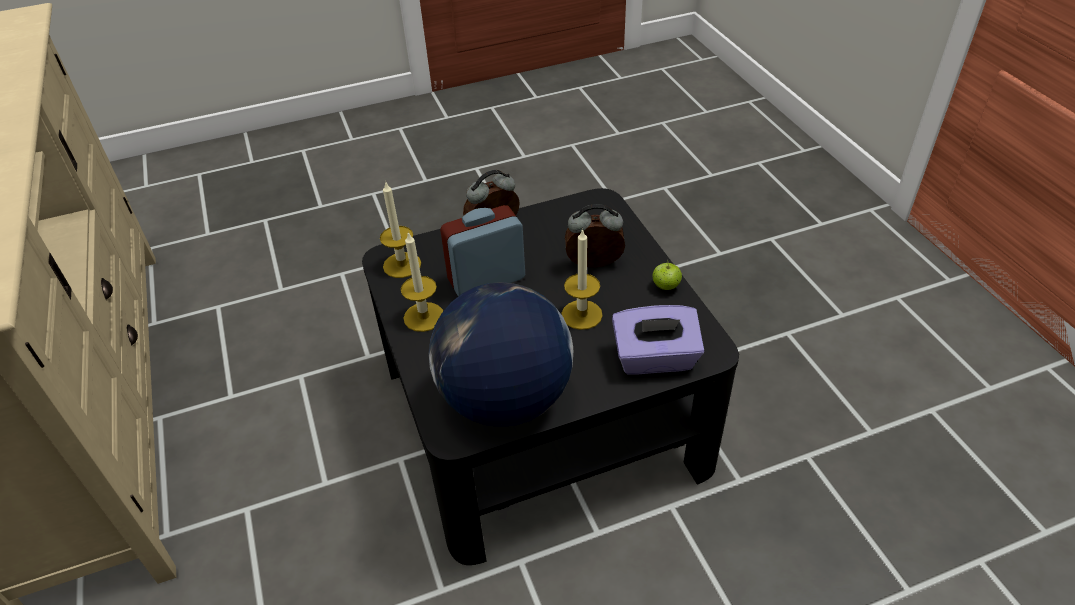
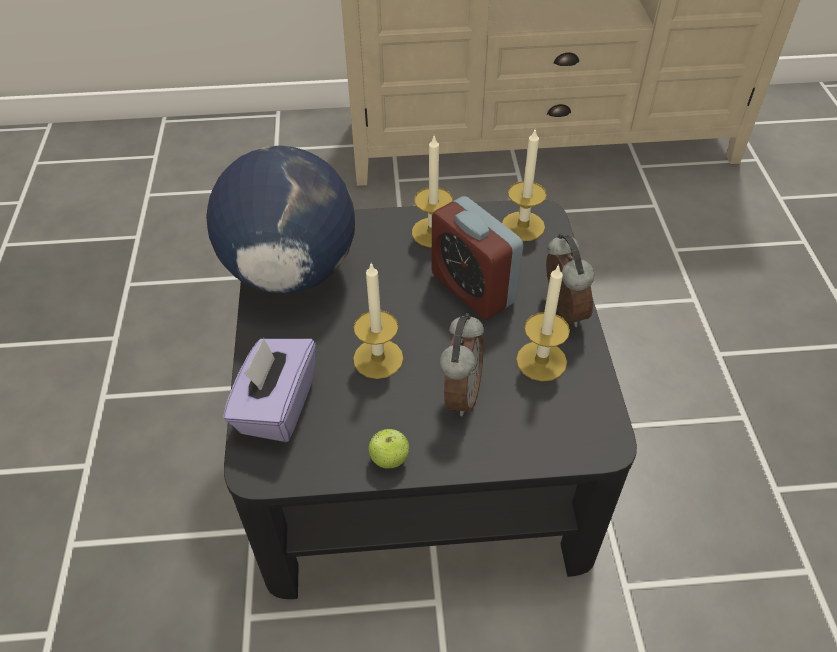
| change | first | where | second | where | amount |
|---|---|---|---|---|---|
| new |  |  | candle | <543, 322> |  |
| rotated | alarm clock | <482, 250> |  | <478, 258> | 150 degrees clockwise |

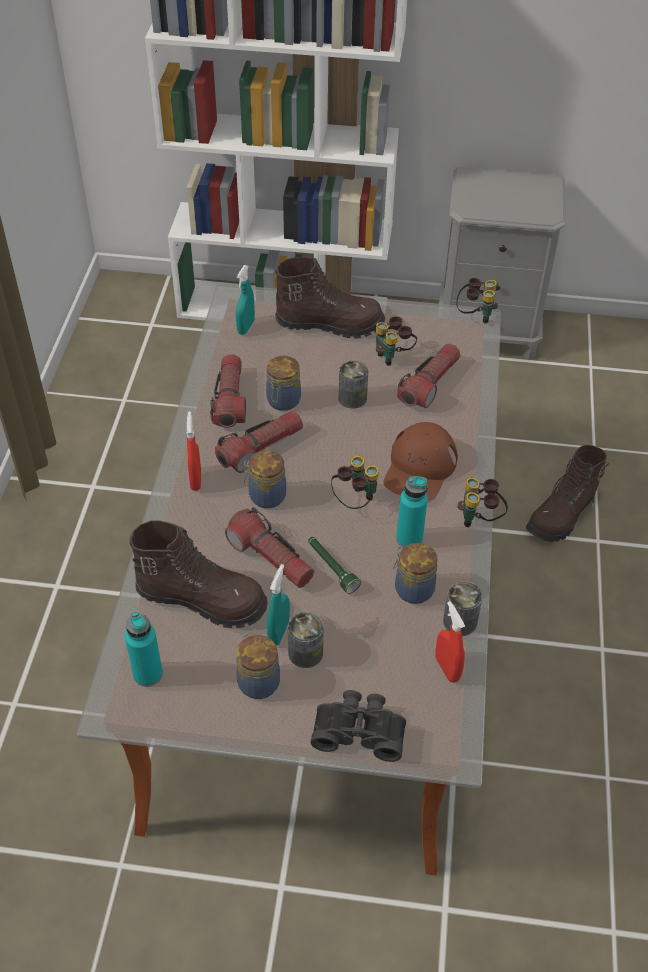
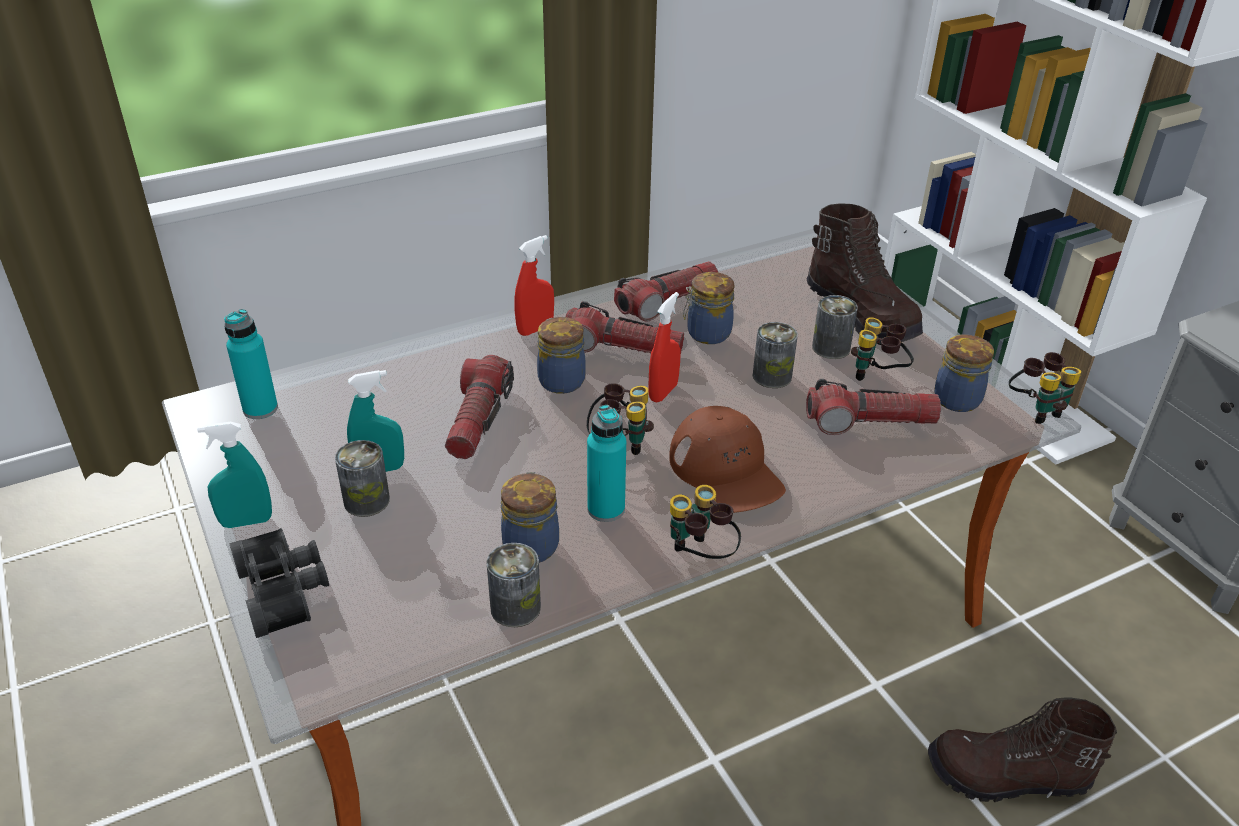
| change | first | where | second | where | amount |
|---|---|---|---|---|---|
| gone | brown boot | <198, 574> |  |  |  |
| gone | green flashlight | <334, 565> |  |  |  |
| new |  |  | can | <835, 327> |  |
| shifted | turquoise spray bottle | <245, 300> |  | <234, 475> |  |
| shifted | jar | <258, 666> |  | <964, 373> |  |
| shifted | red spray bottle | <450, 642> |  | <664, 347> |  |
| rotated | brown cap | <420, 461> |  | <727, 459> | 105 degrees counterclockwise |

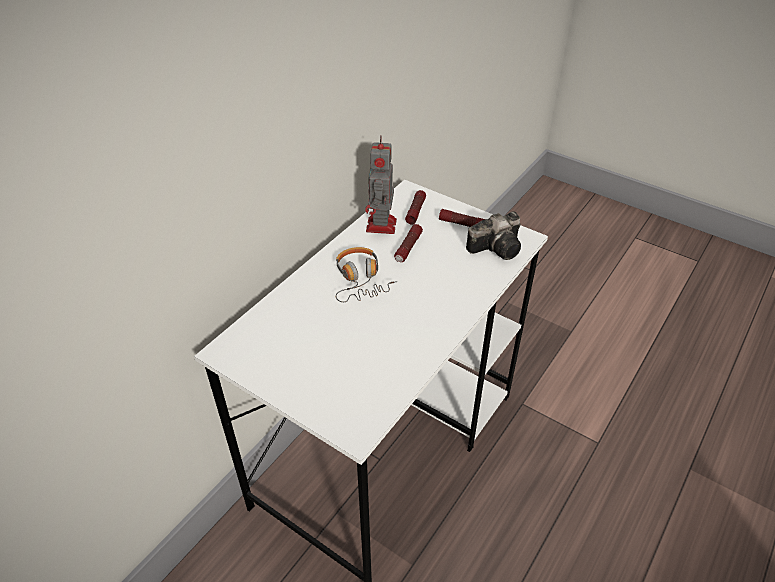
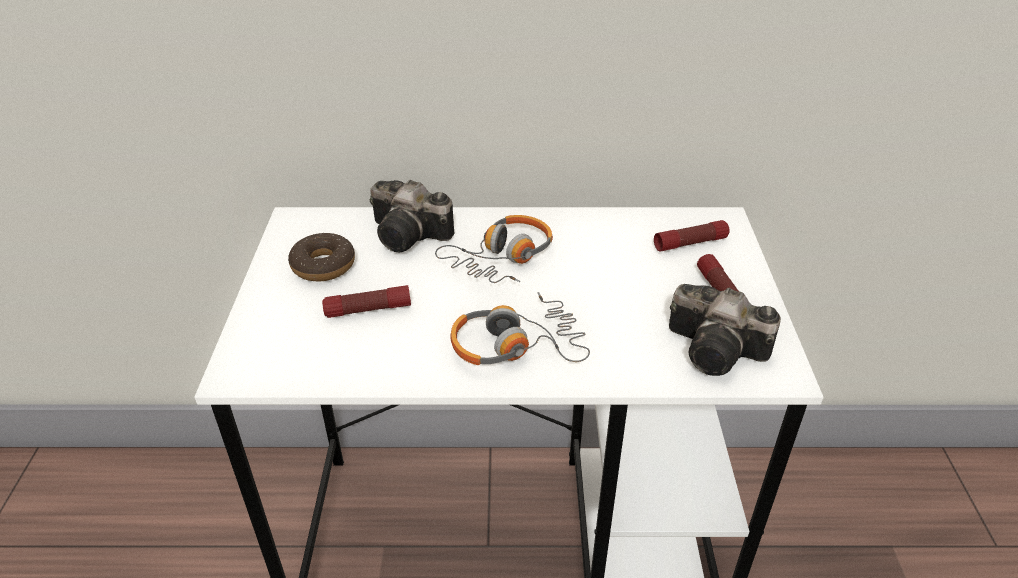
| change | first | where | second | where | amount |
|---|---|---|---|---|---|
| gone | toy robot | <381, 184> |  |  |  |
| new |  |  | donut | <321, 257> |  |
| new |  |  | photo camera | <412, 216> |  |
| new |  |  | headphones | <520, 328> |  |
| shifted | flashlight | <408, 243> |  | <366, 301> |  |

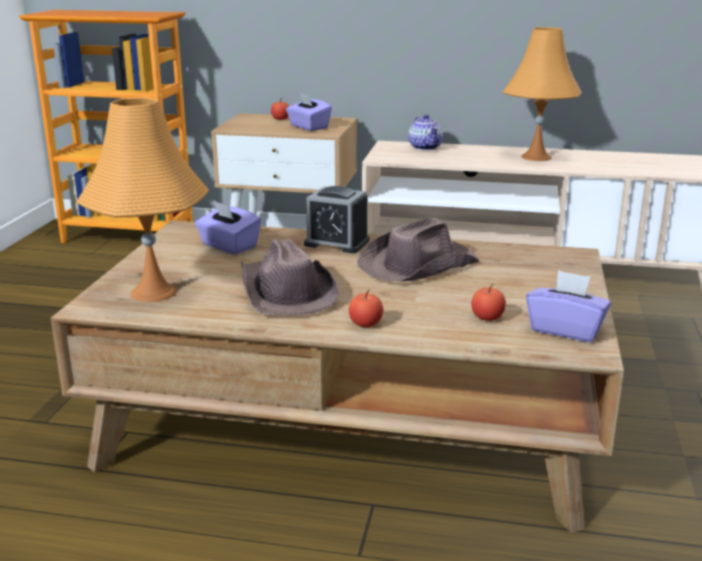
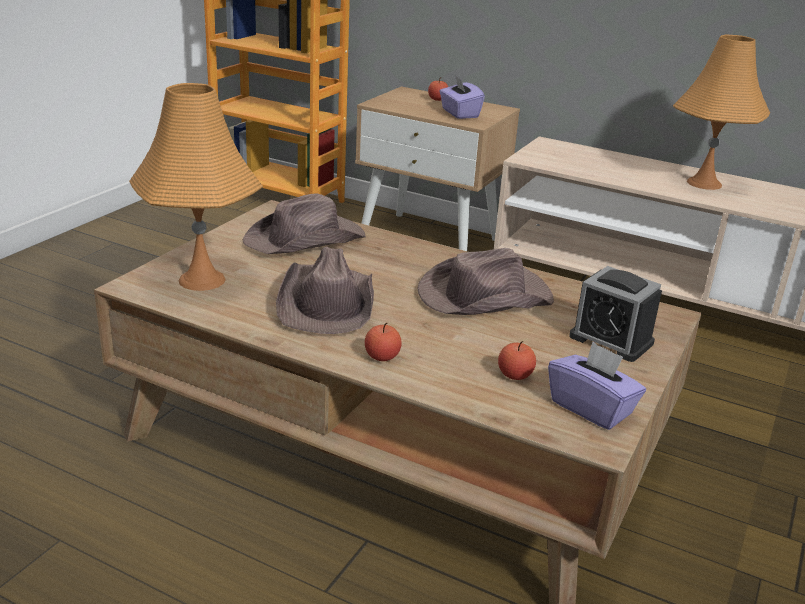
| change | first | where | second | where | amount |
|---|---|---|---|---|---|
| gone | teapot | <425, 132> |  |  |  |
| shifted | alarm clock | <337, 219> |  | <615, 314> |  |
| swapped | purple tissue box | <228, 227> | brown hat | <304, 224> |  |

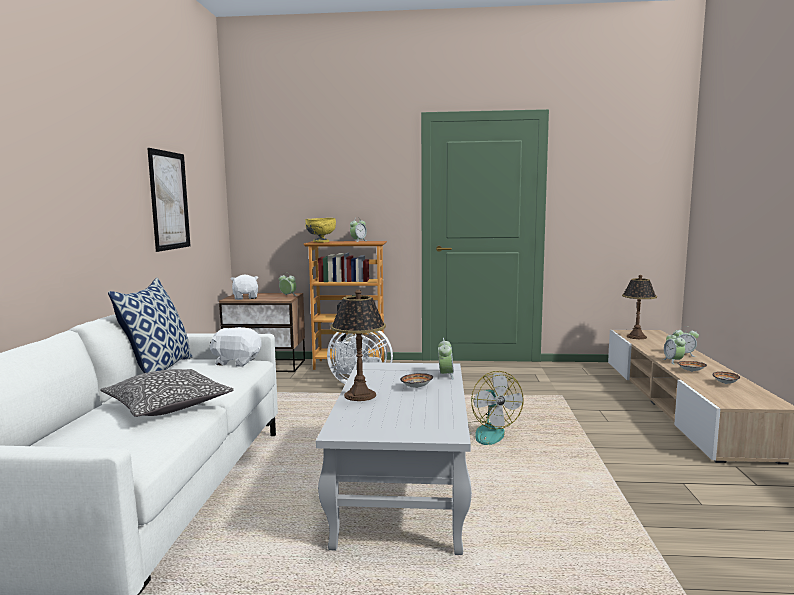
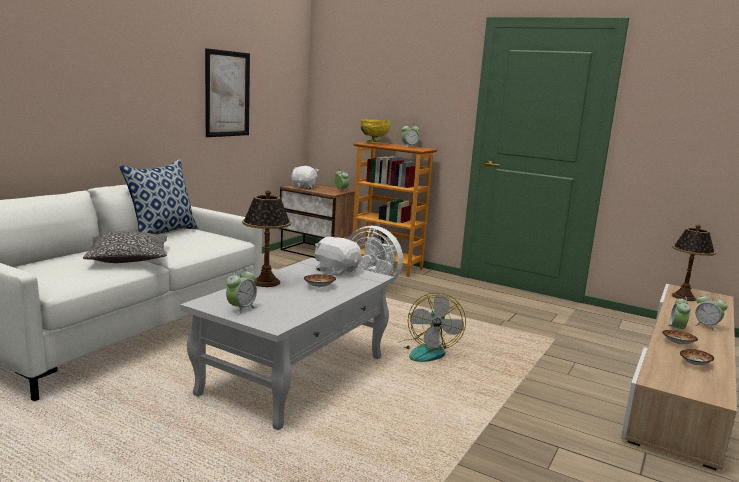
| change | first | where | second | where | amount |
|---|---|---|---|---|---|
| shifted | white plush toy | <236, 347> |  | <337, 256> |  |
| shifted | alarm clock | <446, 359> |  | <241, 291> |  |

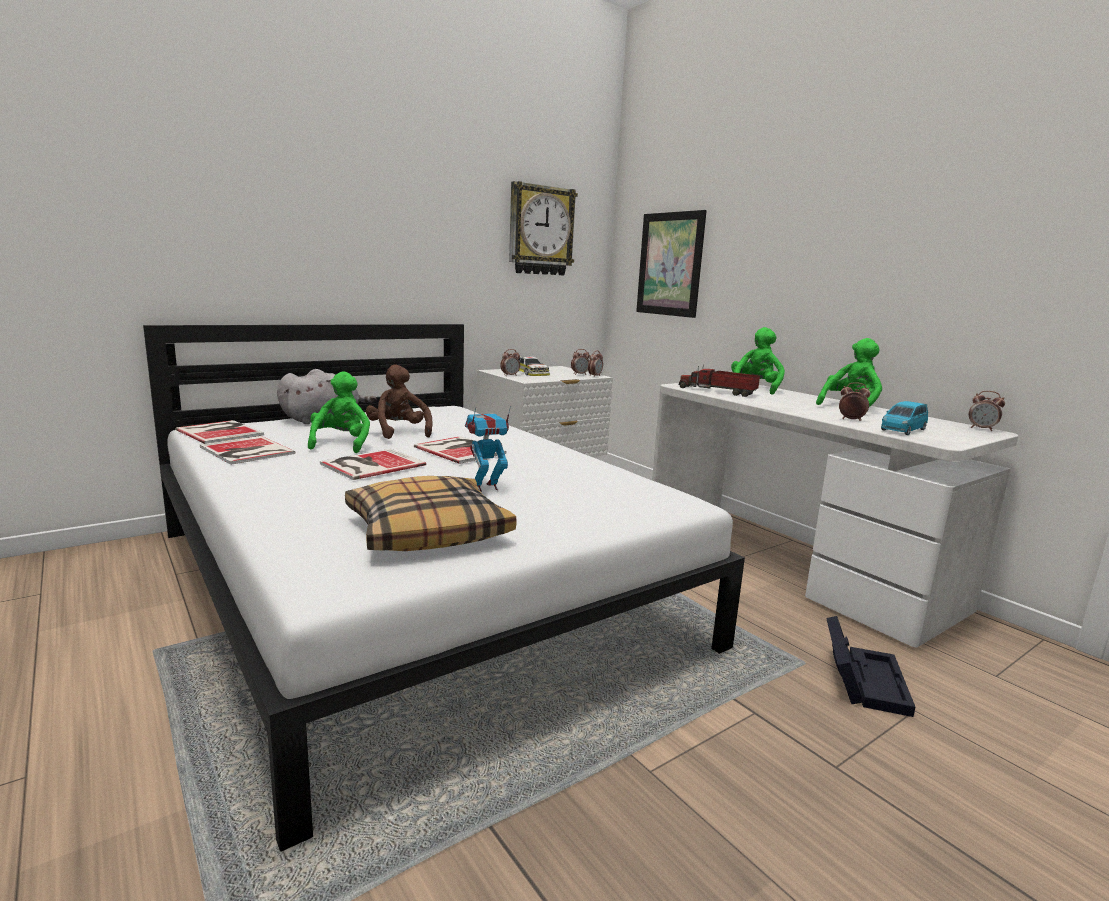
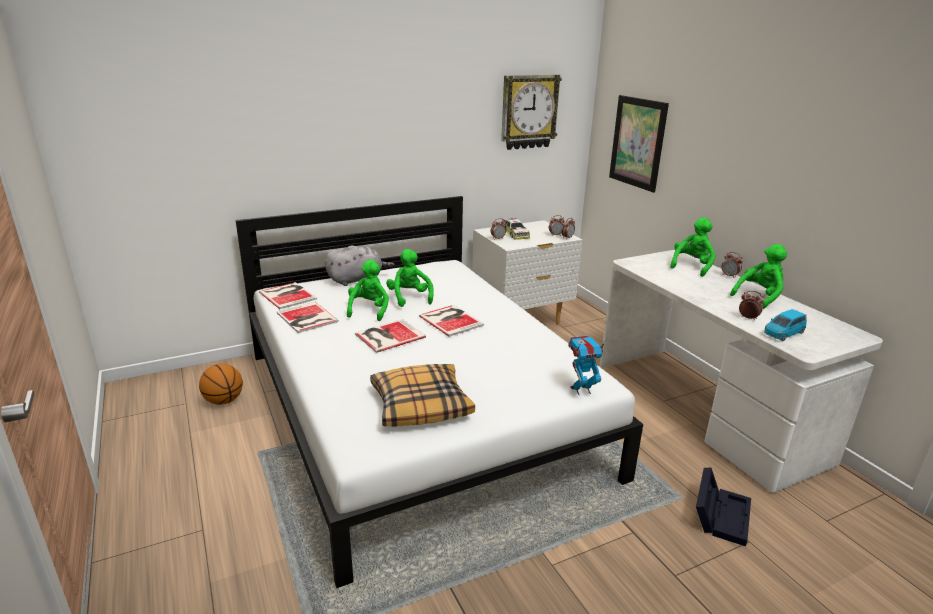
| change | first | where | second | where | amount |
|---|---|---|---|---|---|
| gone | toy truck | <719, 381> |  |  |  |
| new |  |  | basketball | <221, 384> |  |
| shifted | toy robot | <488, 449> |  | <587, 365> |  |
| shifted | alarm clock | <987, 411> |  | <732, 265> |  |
| repainted | brown plush toy | <399, 401> | green plush toy | <410, 278> |  |

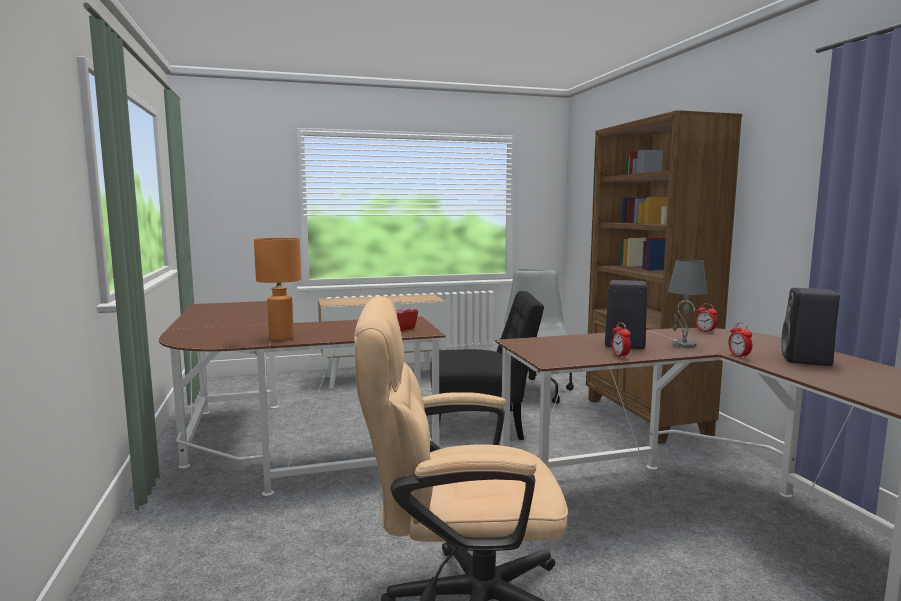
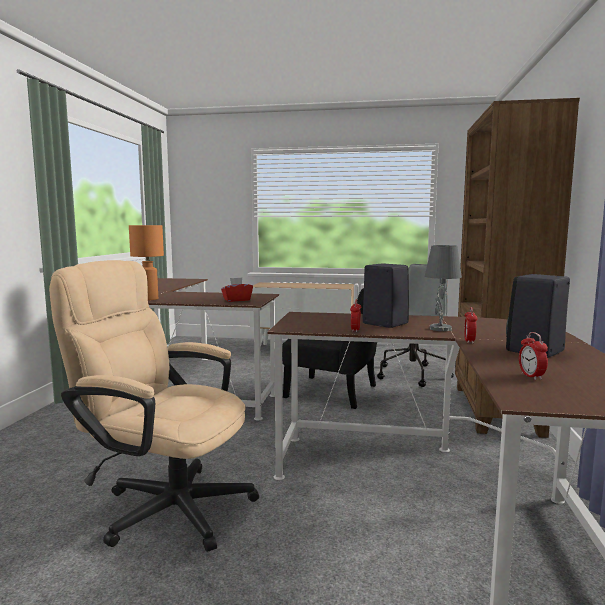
| change | first | where | second | where | amount |
|---|---|---|---|---|---|
| shifted | alarm clock | <706, 318> |  | <533, 356> |  |

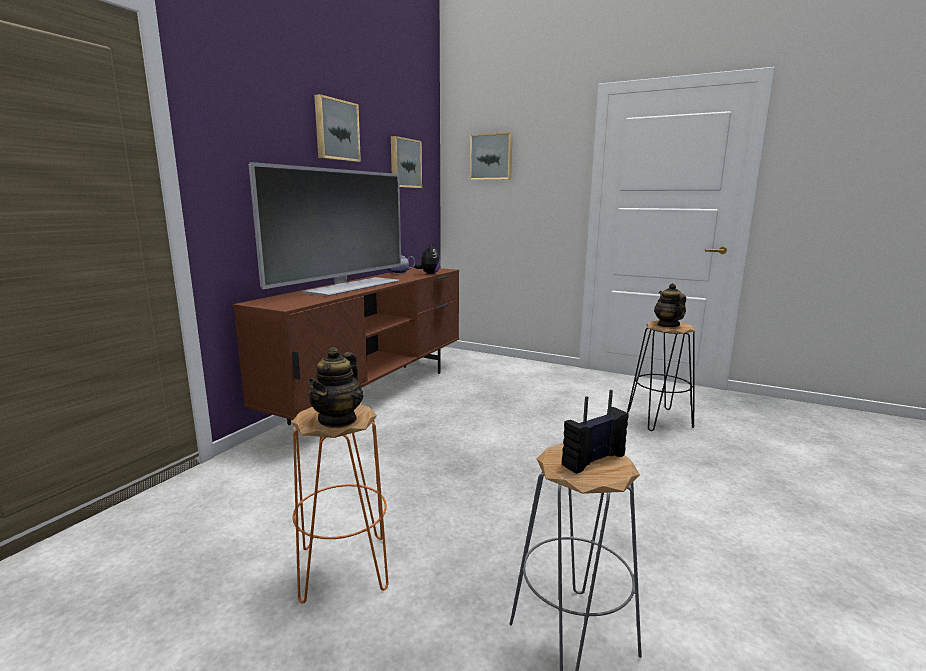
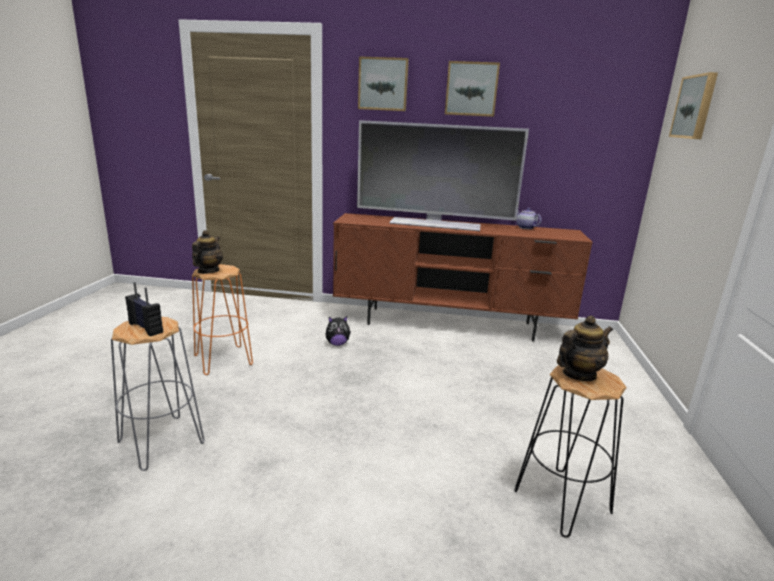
| change | first | where | second | where | amount |
|---|---|---|---|---|---|
| shifted | picture | <406, 162> |  | <383, 83> |  |
| shifted | plush toy | <427, 259> |  | <338, 331> |  |
| rotated | teapot | <335, 387> |  | <207, 252> | 105 degrees clockwise |

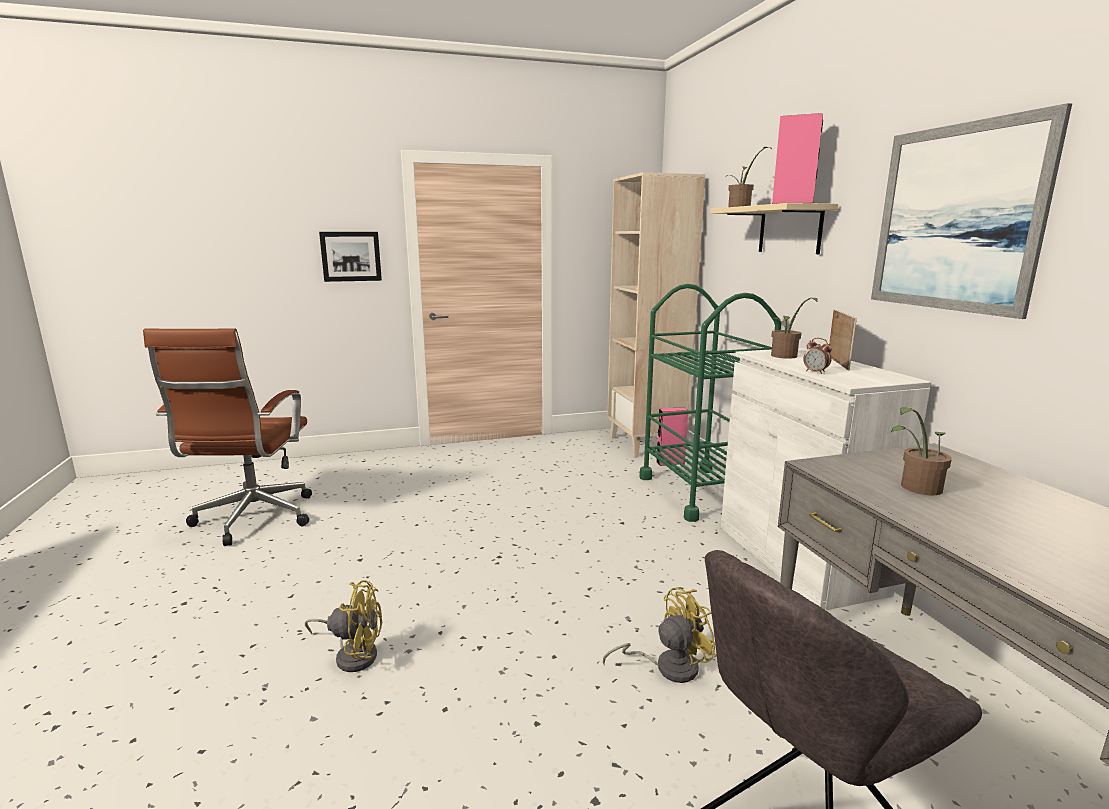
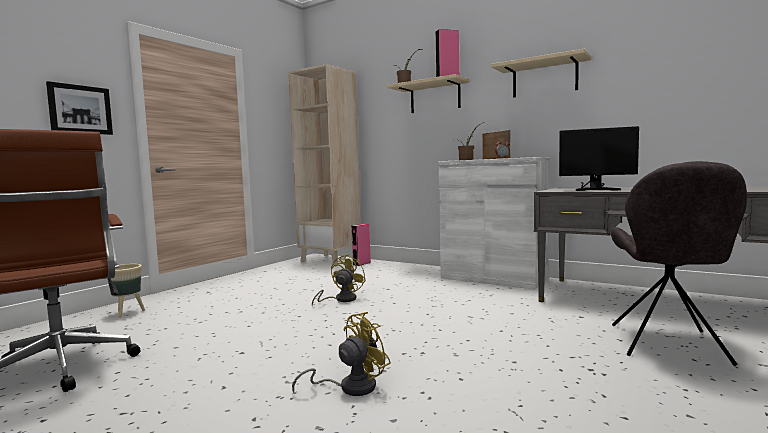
| change | first | where | second | where | amount |
|---|---|---|---|---|---|
| gone | green cart | <710, 403> |  |  |  |
| new |  |  | beige planter | <126, 291> |  |
| shifted | yellow fan | <660, 635> |  | <339, 280> |  |
| swapped | picture | <971, 211> | beige shelf | <541, 73> |  |
| swapped | potted plant | <921, 451> | monitor | <599, 158> |  |

